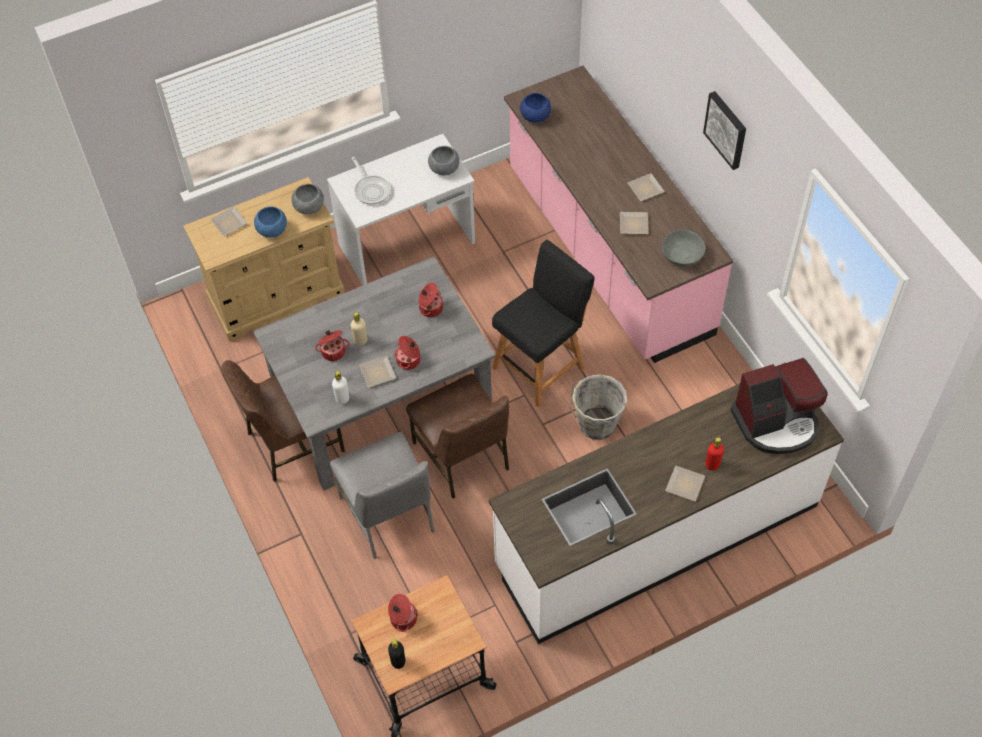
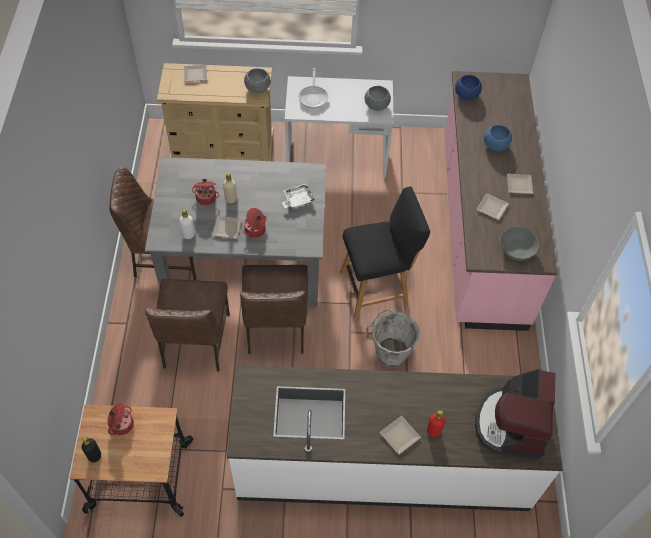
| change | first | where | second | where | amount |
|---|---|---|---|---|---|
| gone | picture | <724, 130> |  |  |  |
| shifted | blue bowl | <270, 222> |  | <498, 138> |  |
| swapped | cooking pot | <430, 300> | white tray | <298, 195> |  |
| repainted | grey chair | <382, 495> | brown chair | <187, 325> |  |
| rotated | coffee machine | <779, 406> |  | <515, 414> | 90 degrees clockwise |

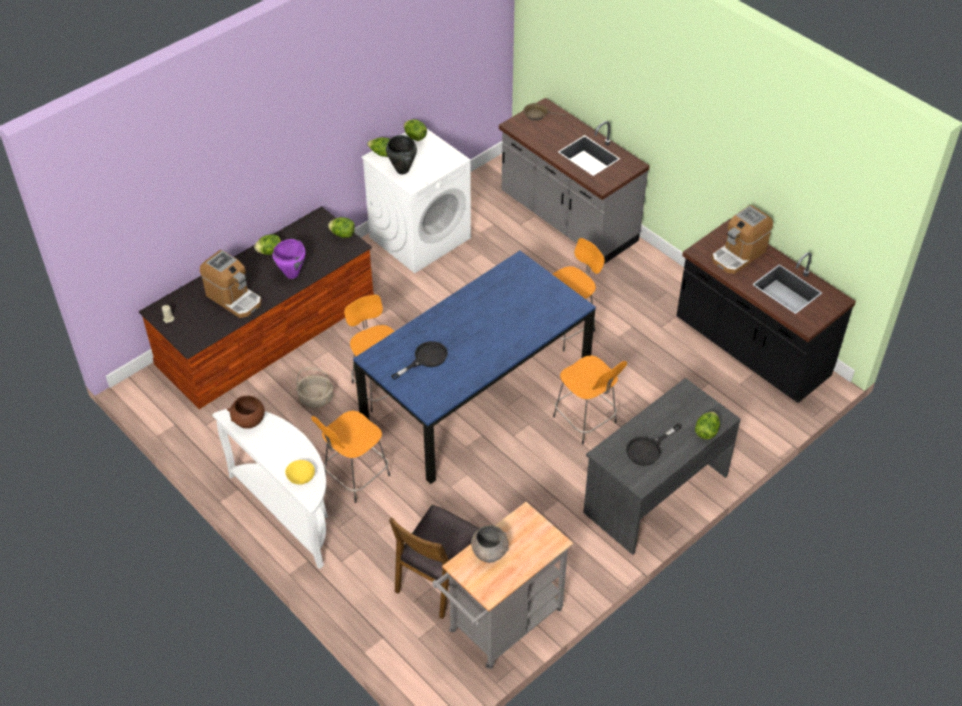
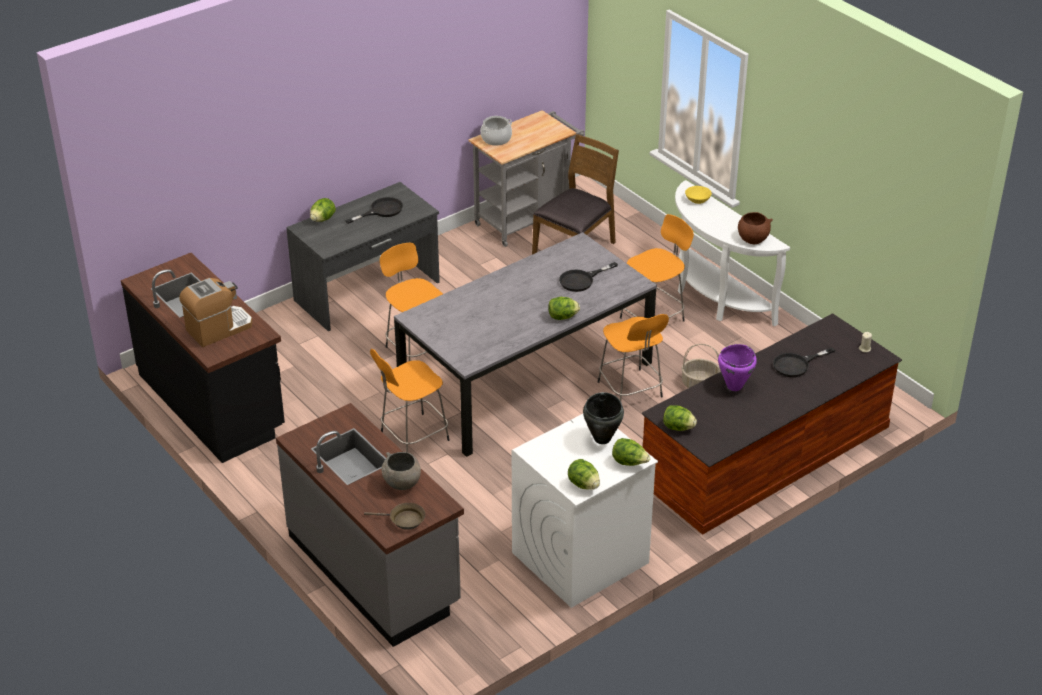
| change | first | where | second | where | amount |
|---|---|---|---|---|---|
| new |  |  | cooking pot | <496, 131> |  |
| shifted | lettuce | <267, 244> |  | <564, 308> |  |
| shifted | grey bowl | <490, 544> |  | <401, 471> |  |
| swapped | coffee machine | <231, 284> | black frying pan | <804, 362> |  |
| repainted | blue dining table | <474, 367> | grey dining table | <525, 344> |  |

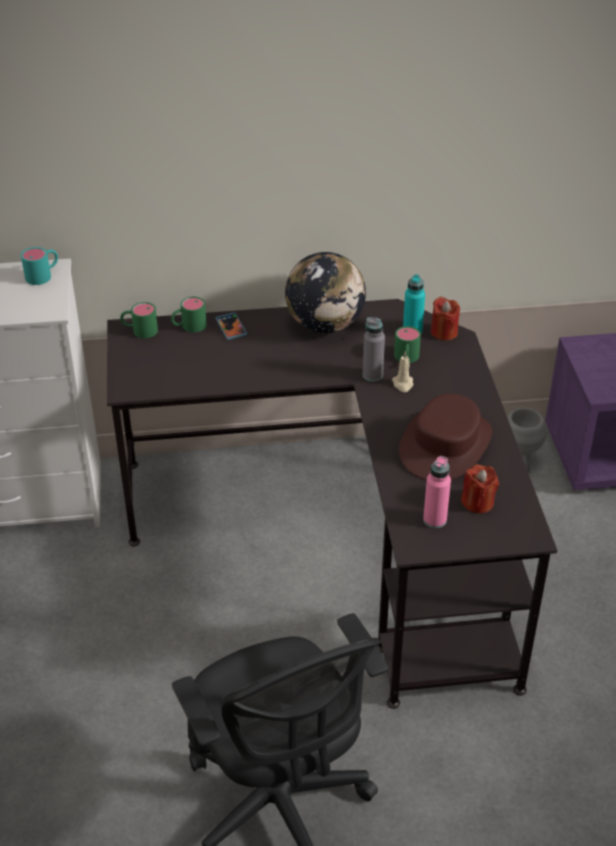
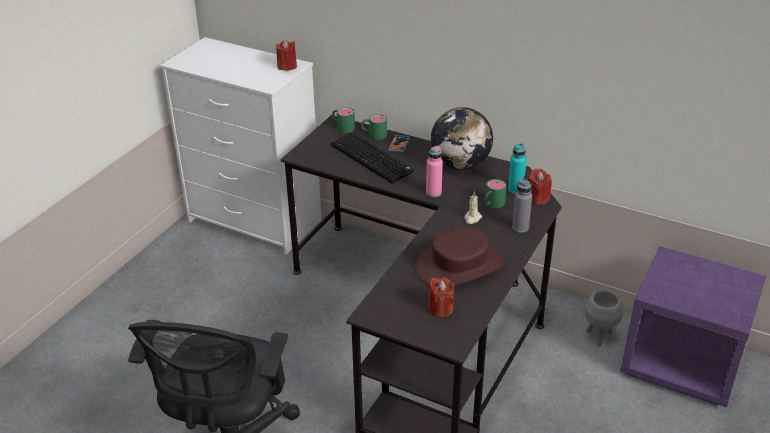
| change | first | where | second | where | amount |
|---|---|---|---|---|---|
| new |  |  | keyboard | <372, 158> |  |
| shifted | grey bottle | <374, 349> |  | <522, 205> |  |
| shifted | pink bottle | <437, 492> |  | <434, 172> |  |
| swapped | turquoise mug | <39, 266> | red candle | <286, 55> |  |

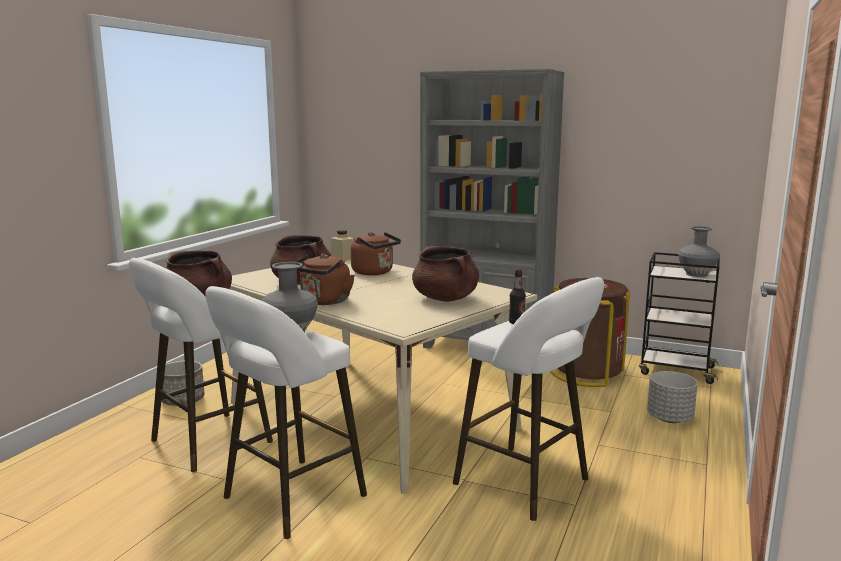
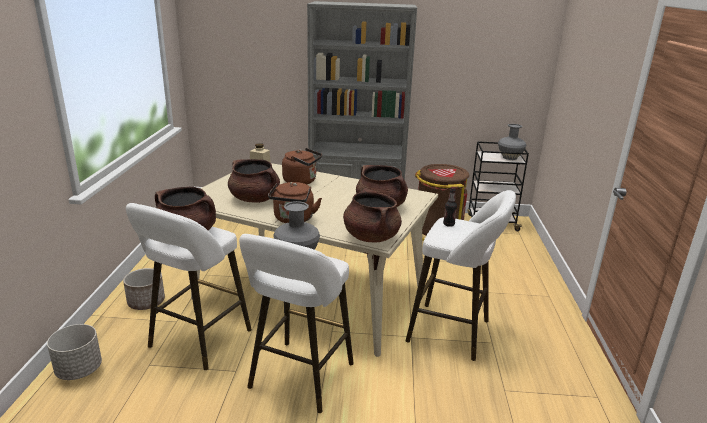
| change | first | where | second | where | amount |
|---|---|---|---|---|---|
| new |  |  | brown cooking pot | <372, 215> |  |
| shifted | grey planter | <672, 397> |  | <74, 352> |  |

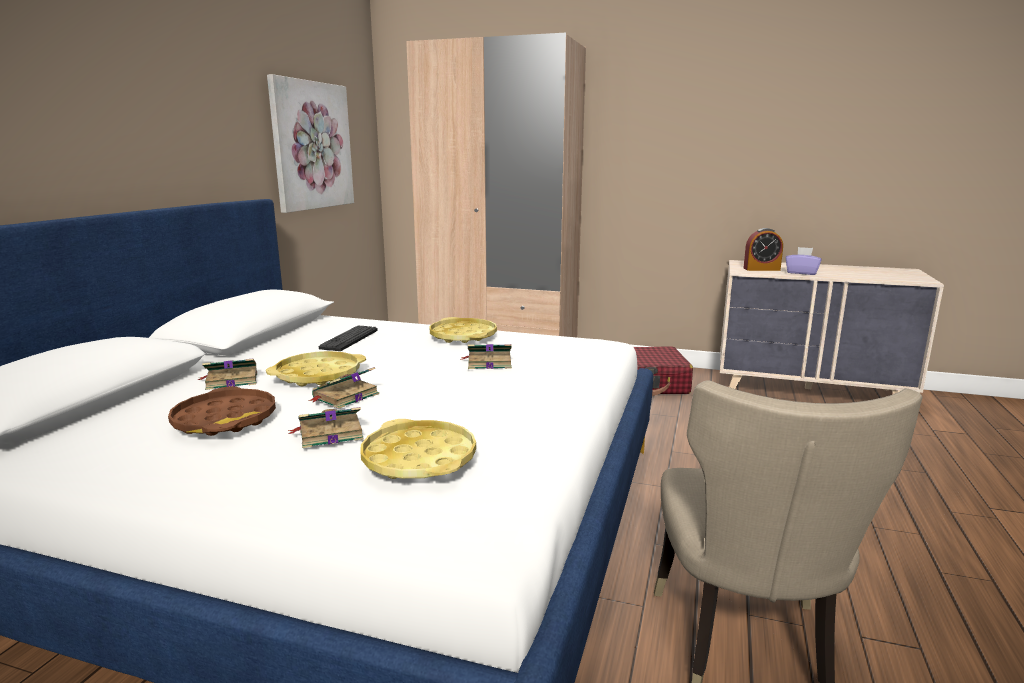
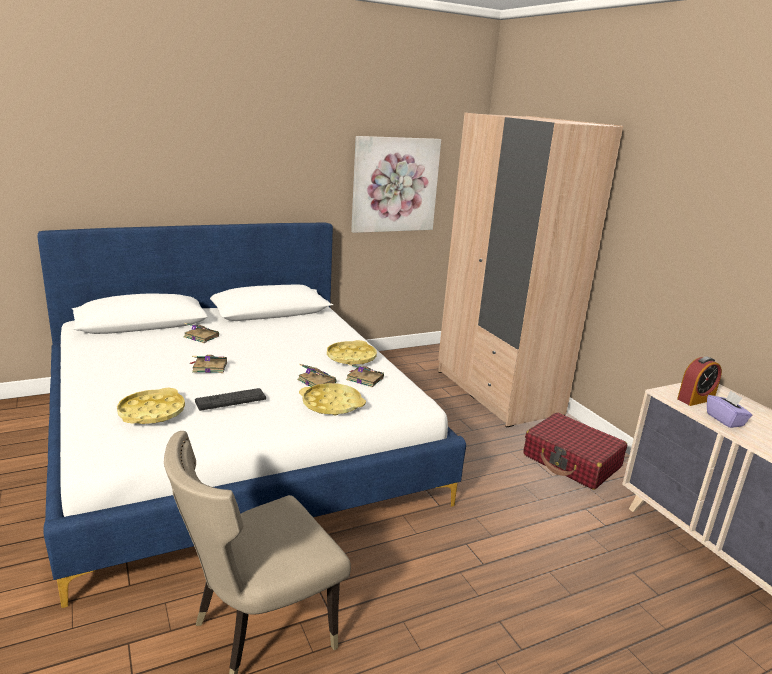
| change | first | where | second | where | amount |
|---|---|---|---|---|---|
| gone | brown tray | <222, 411> |  |  |  |
| shifted | yellow tray | <316, 368> |  | <332, 399> |  |
| shifted | book | <326, 427> |  | <365, 375> |  |
| shifted | keyboard | <348, 338> |  | <230, 399> |  |
| rotated | alarm clock | <763, 249> |  | <699, 381> | 75 degrees counterclockwise |

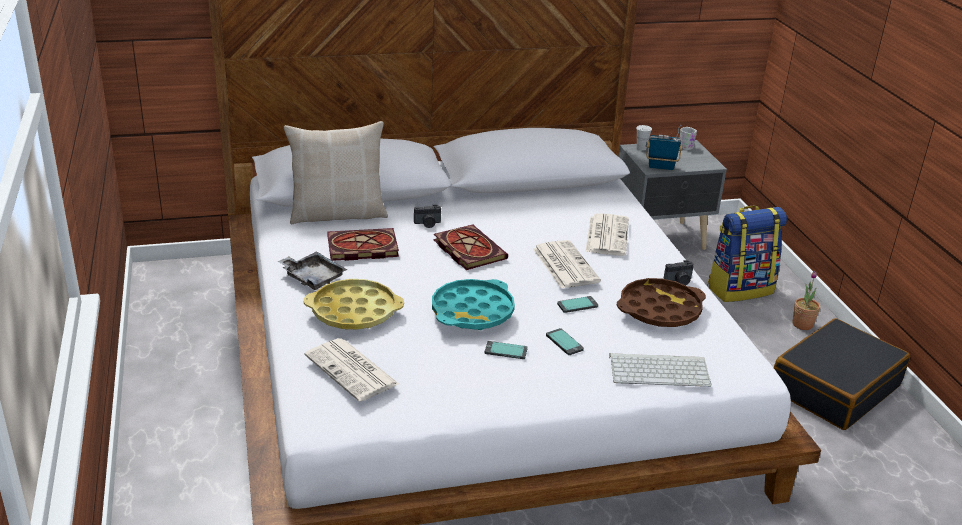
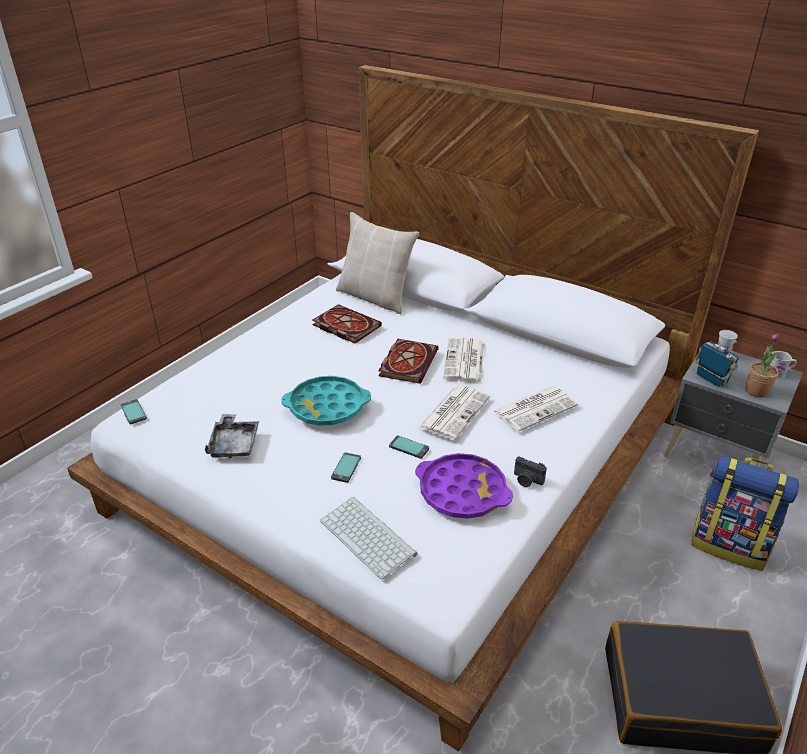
| change | first | where | second | where | amount |
|---|---|---|---|---|---|
| gone | yellow tray | <354, 304> |  |  |  |
| gone | photo camera | <427, 216> |  |  |  |
| shifted | grey tray | <312, 270> |  | <232, 436> |  |
| shifted | newspaper | <351, 370> |  | <463, 360> |  |
| shifted | phone | <506, 350> |  | <134, 411> |  |
| shifted | potted plant | <806, 300> |  | <762, 366> |  |
| repainted | brown tray | <661, 302> | purple tray | <464, 486> |  |

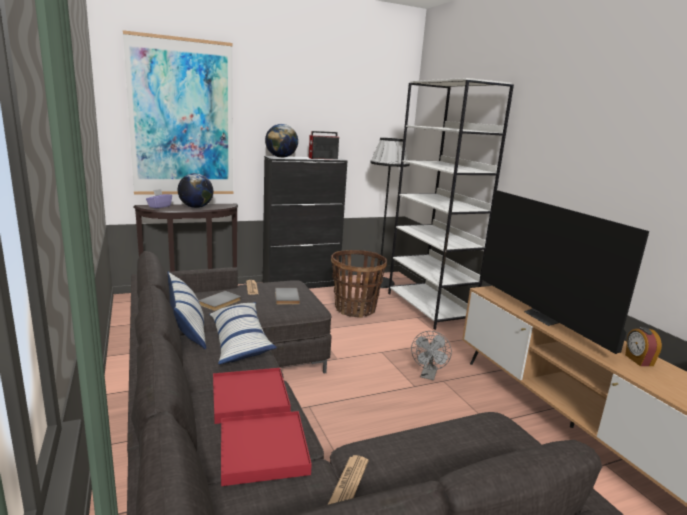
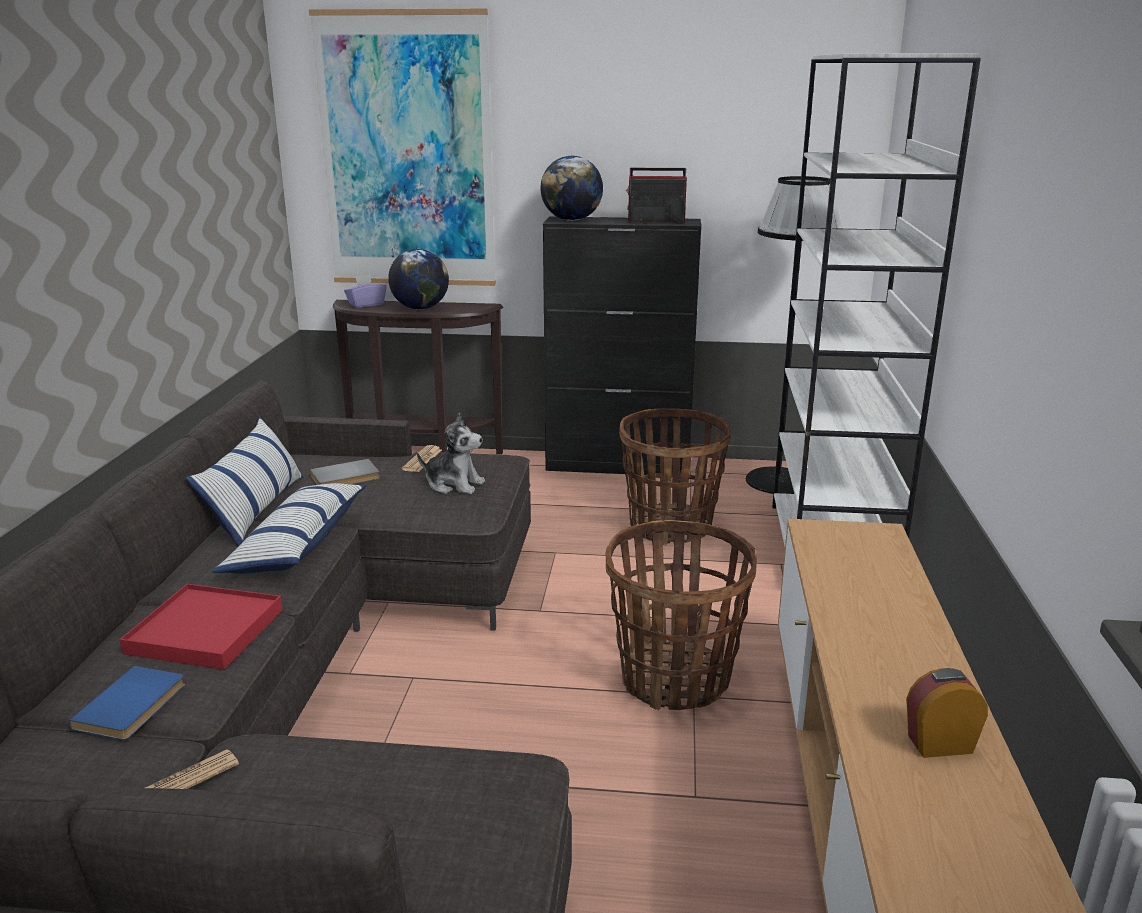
| change | first | where | second | where | amount |
|---|---|---|---|---|---|
| gone | television | <565, 272> |  |  |  |
| swapped | red tray | <266, 448> | blue book | <127, 703> |  |
| swapped | grey book | <287, 296> | plush toy | <451, 453> |  |
| swapped | grey fan | <431, 355> | basket | <681, 615> |  |
| rotated | alarm clock | <643, 346> |  | <947, 713> | 60 degrees clockwise |

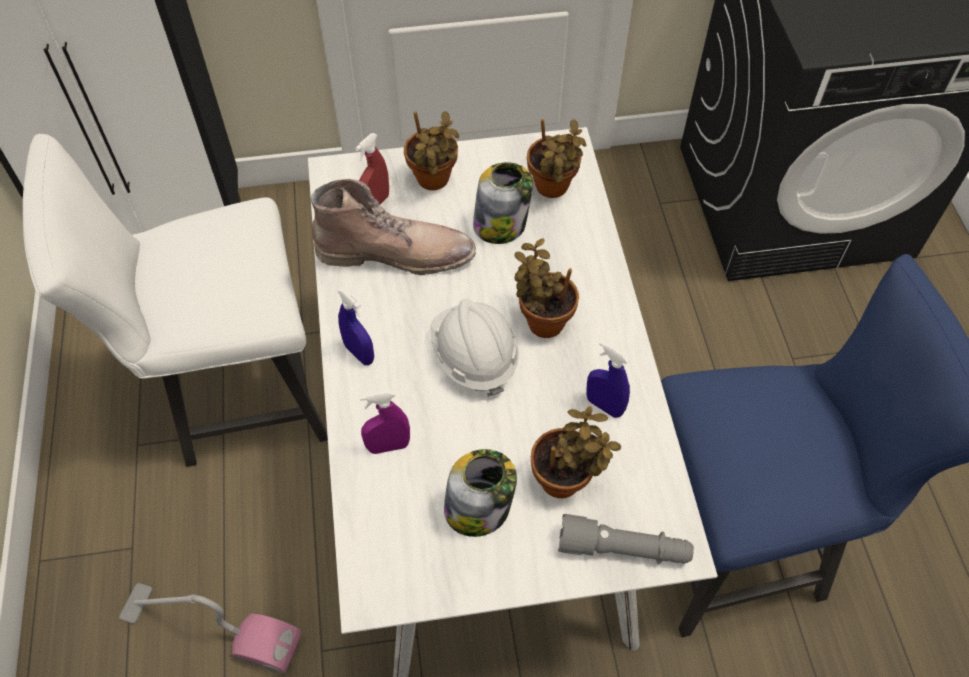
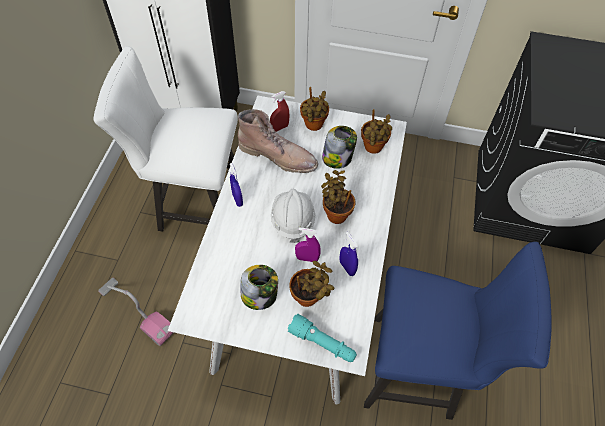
| change | first | where | second | where | amount |
|---|---|---|---|---|---|
| shifted | purple spray bottle | <385, 422> |  | <308, 245> |  |
| repainted | grey flashlight | <626, 539> | turquoise flashlight | <322, 338> |  |

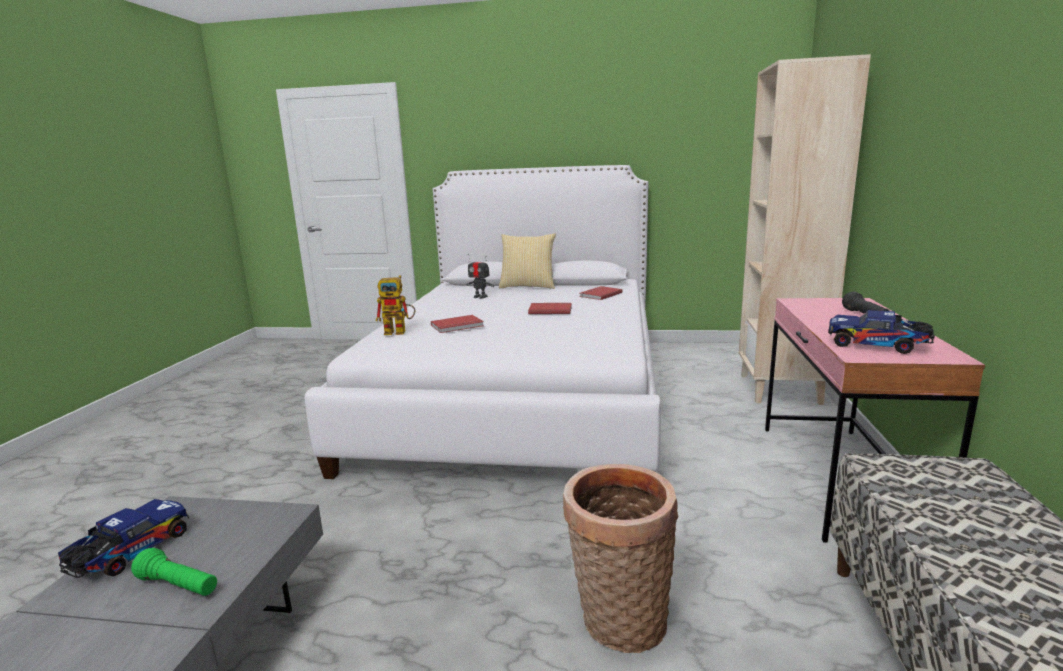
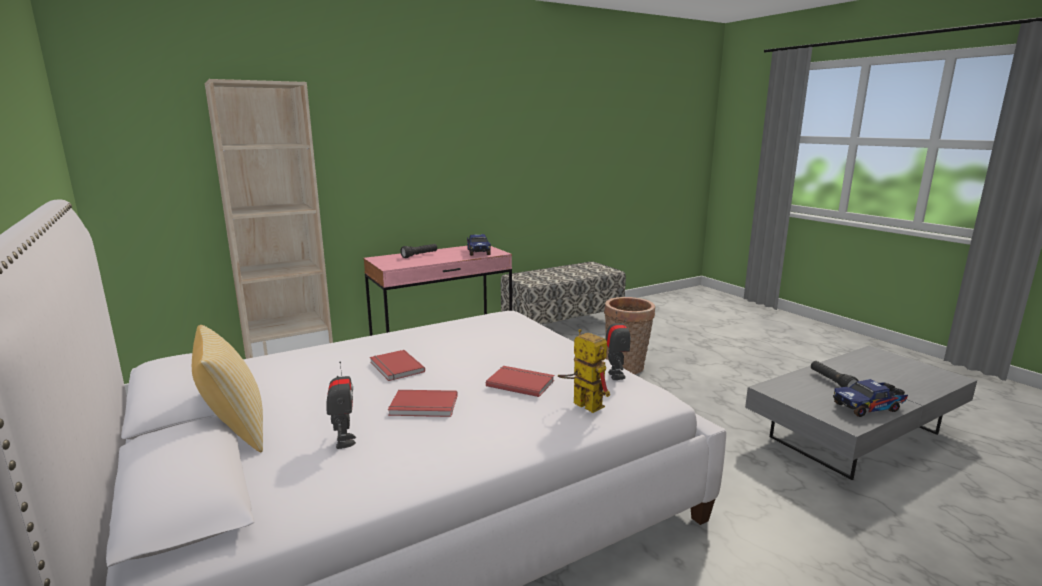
| change | first | where | second | where | amount |
|---|---|---|---|---|---|
| new |  |  | toy robot | <618, 345> |  |
| shifted | red book | <601, 293> |  | <423, 403> |  |
| repainted | green flashlight | <174, 572> | black flashlight | <835, 374> |  |

